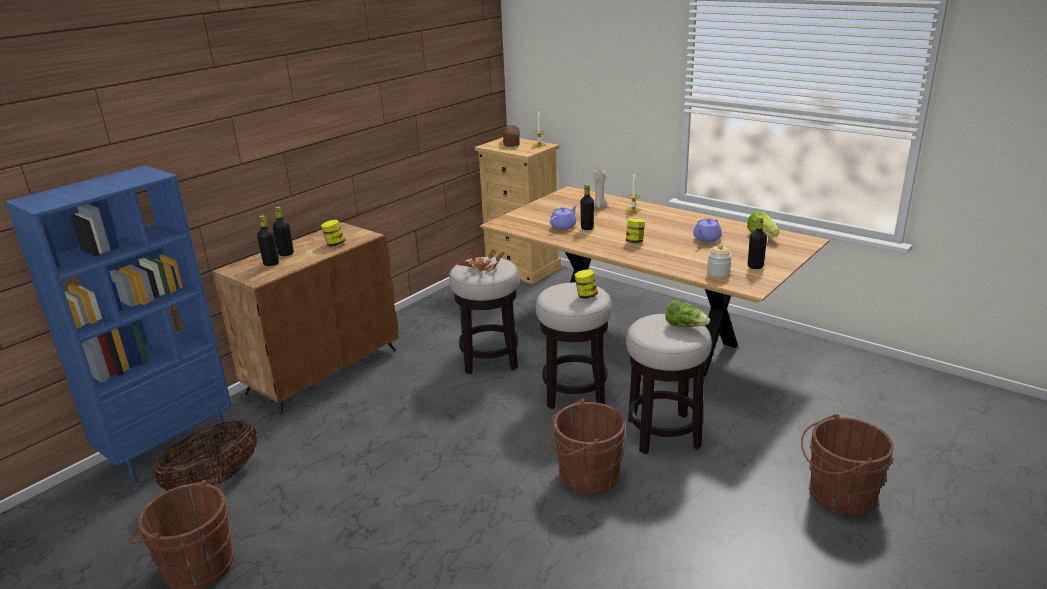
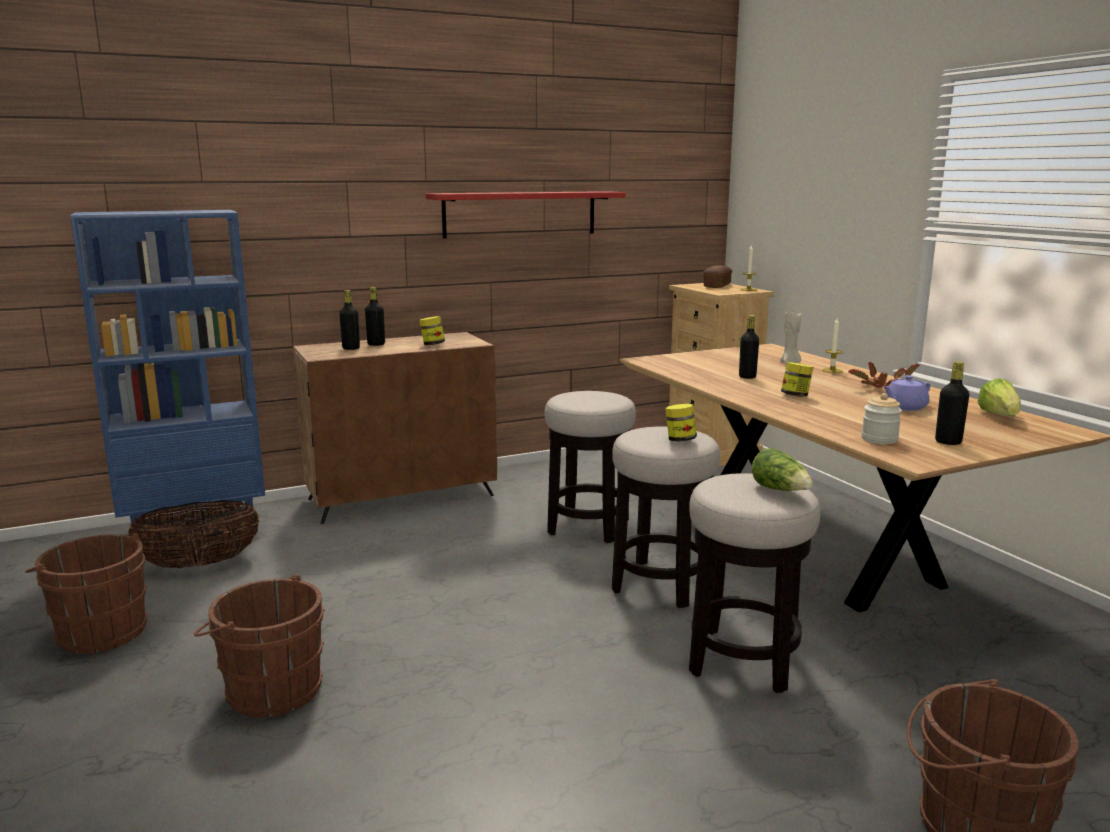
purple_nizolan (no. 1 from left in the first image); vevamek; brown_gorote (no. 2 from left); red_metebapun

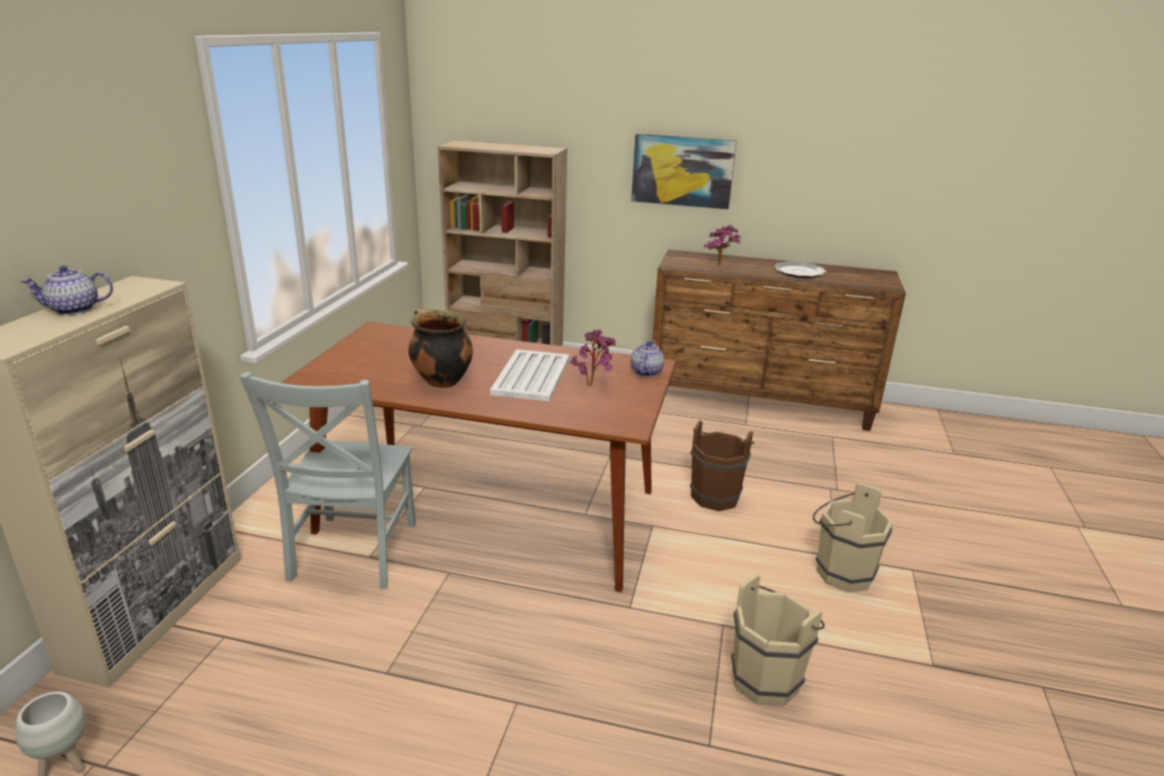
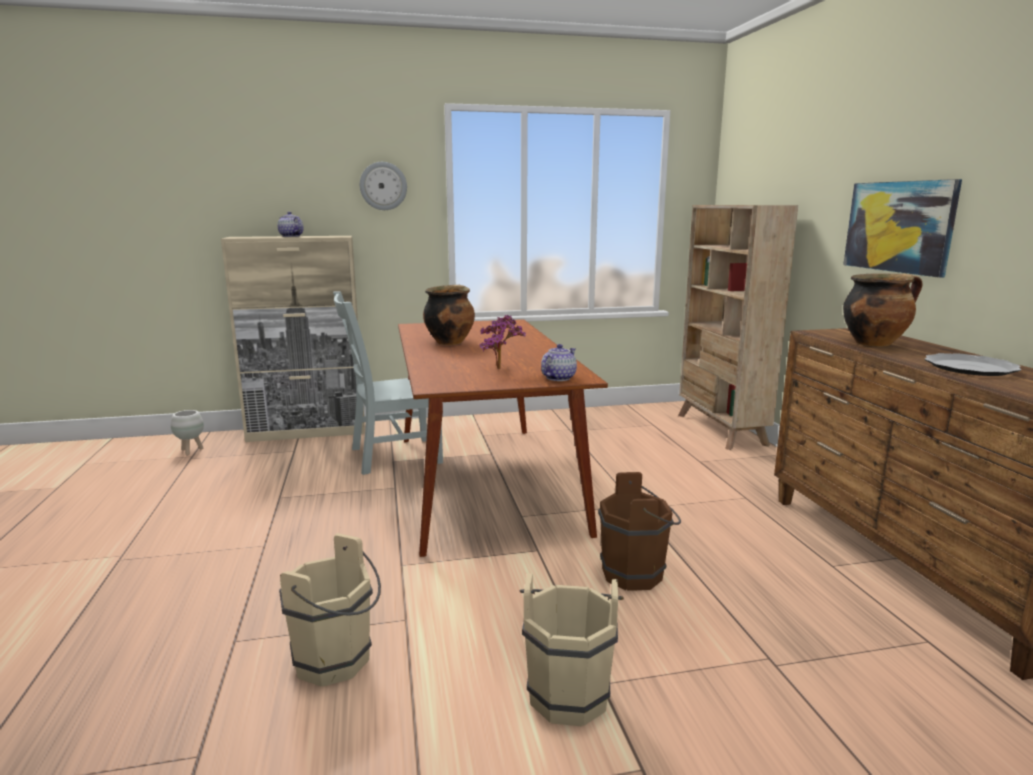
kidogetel (no. 2 from left); nizolan (no. 2 from left); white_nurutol; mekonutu

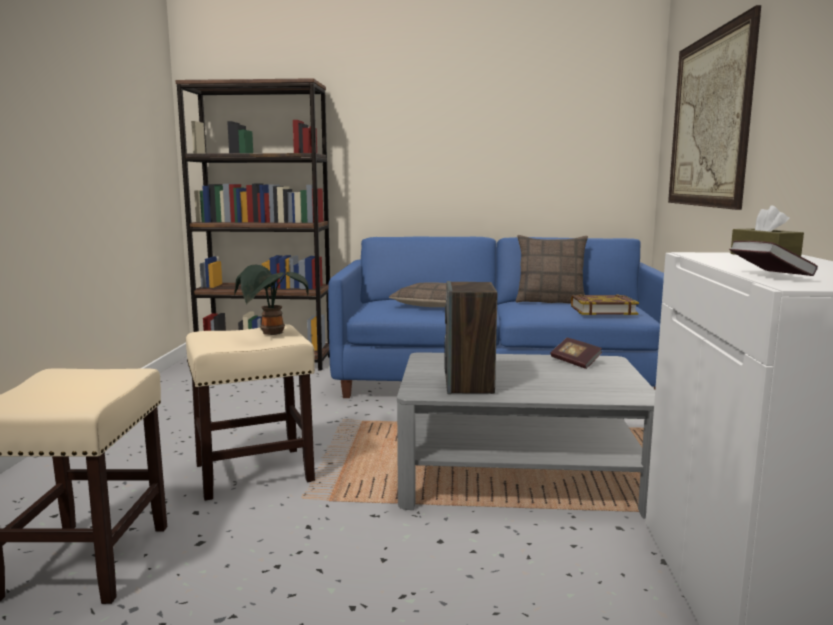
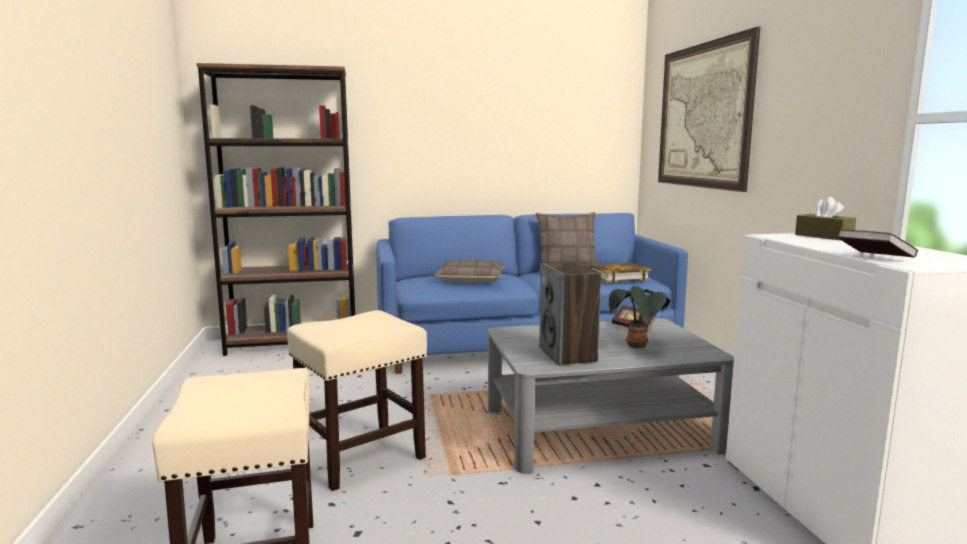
vevamek

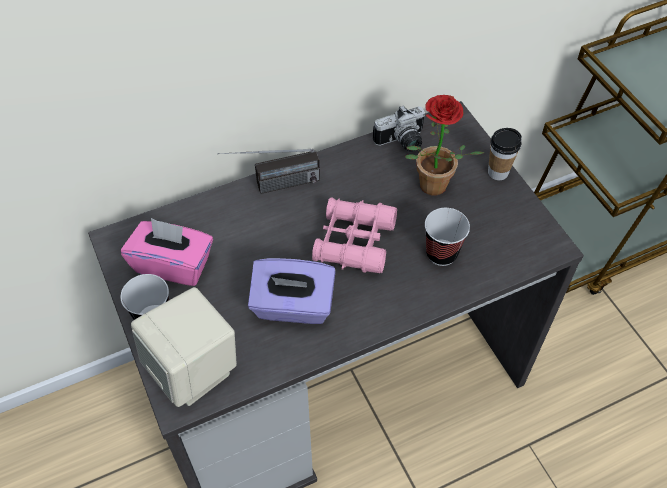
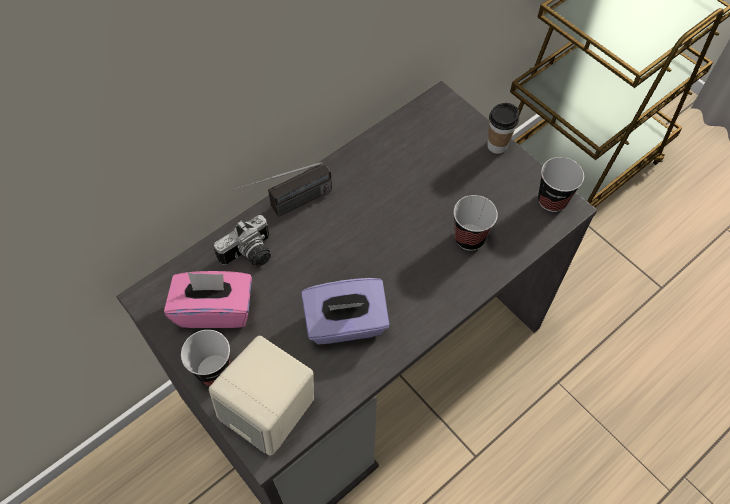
vevamek; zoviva; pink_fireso; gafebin (no. 4 from left)

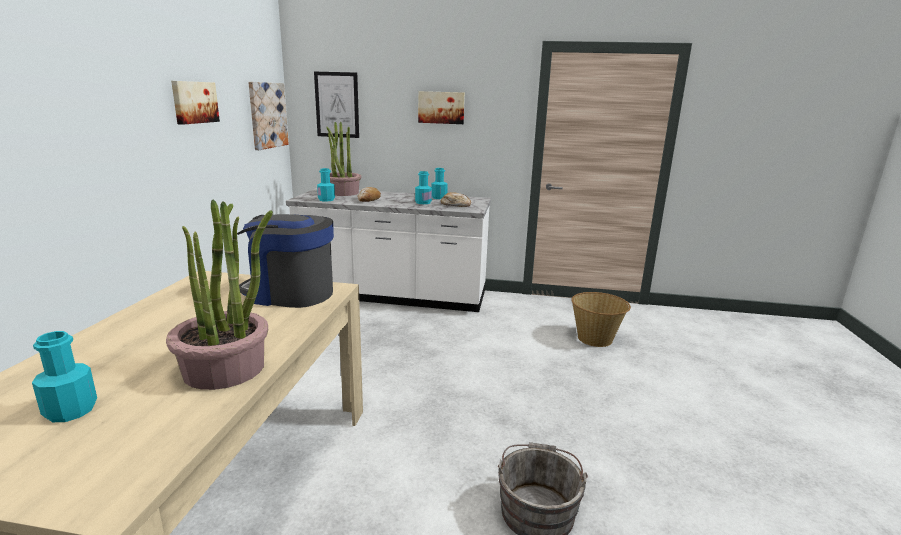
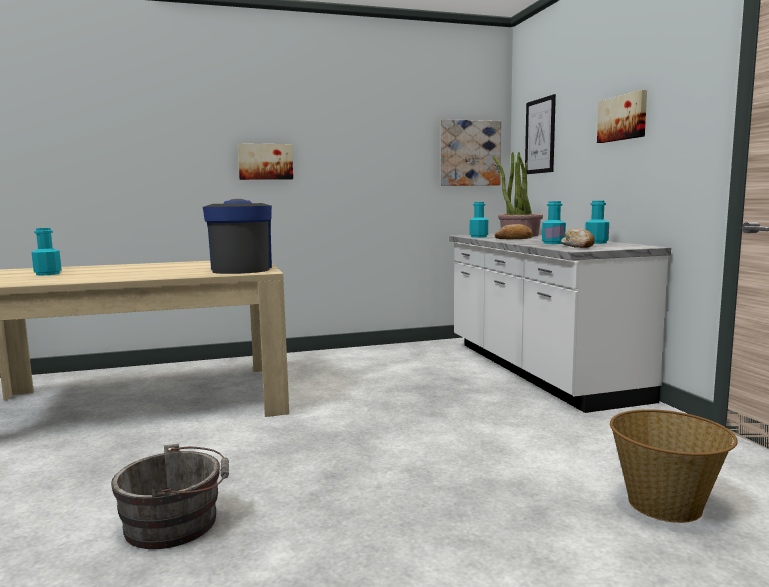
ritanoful (no. 1 from left); vevamek (no. 1 from left in the first image)

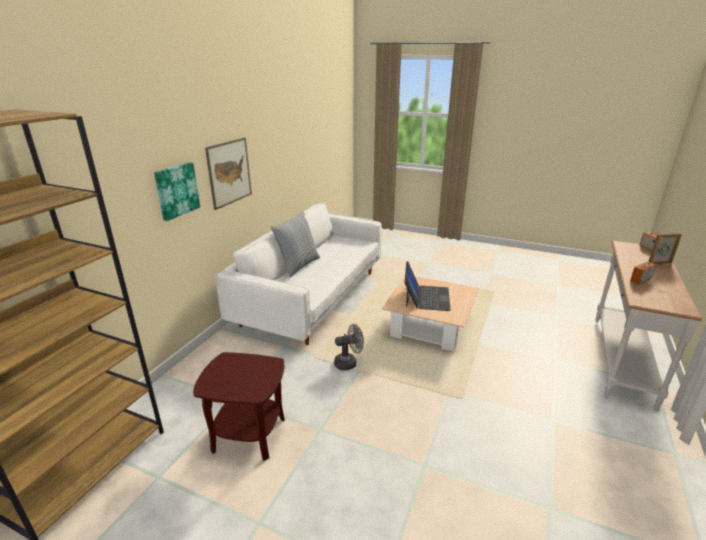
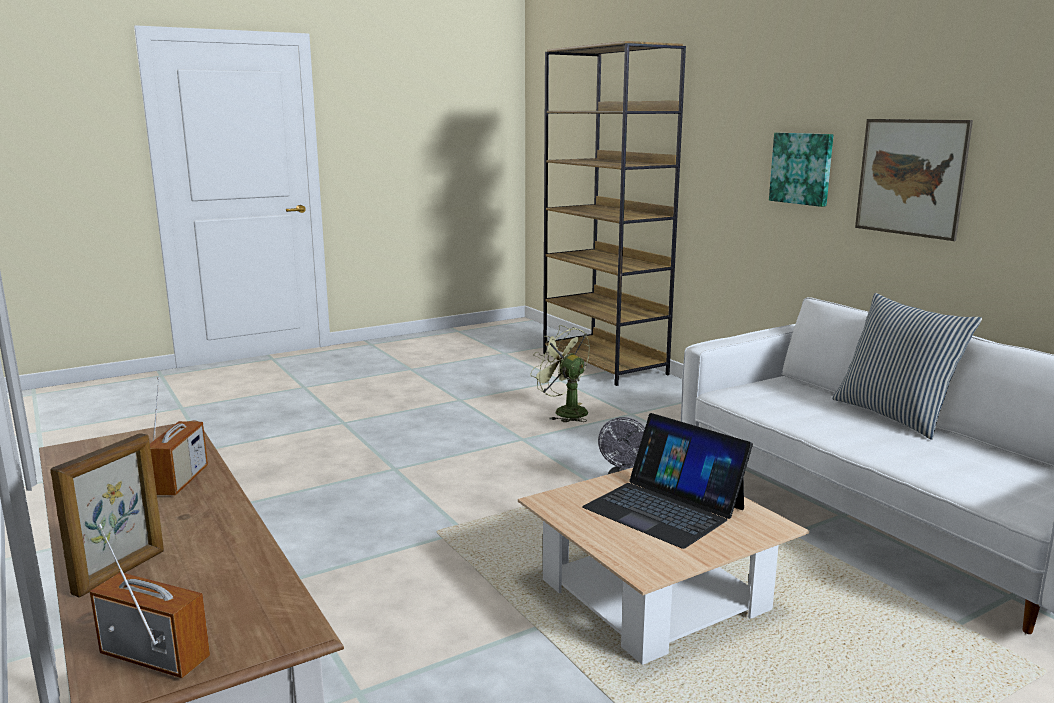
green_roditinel

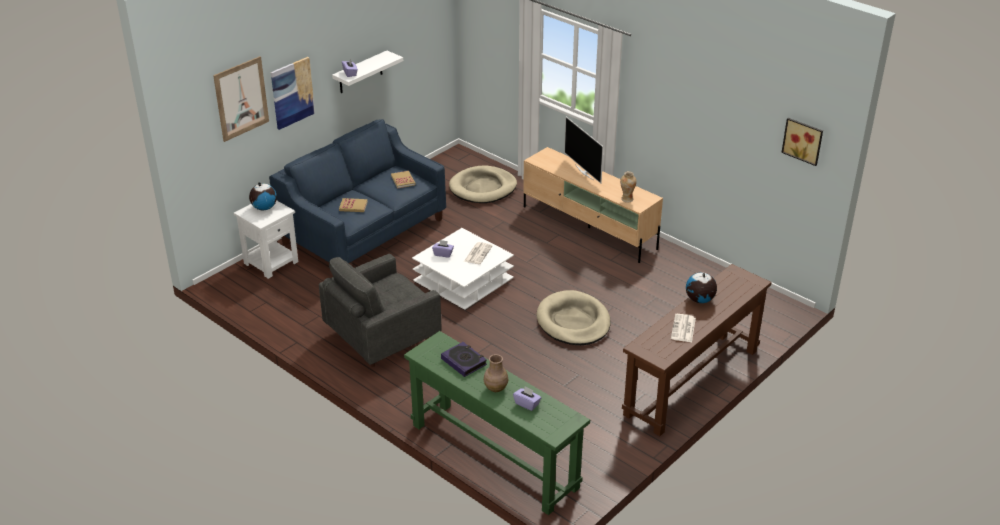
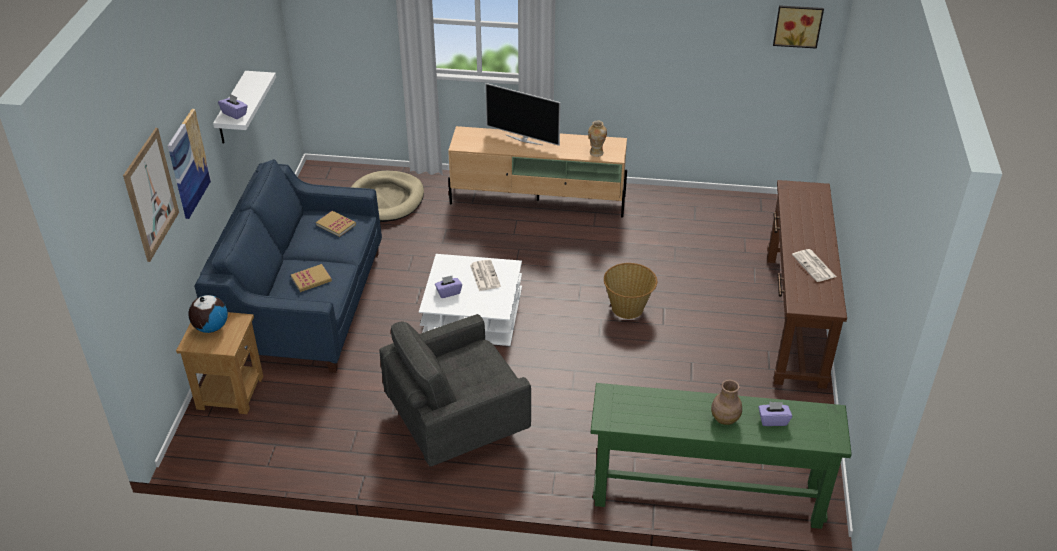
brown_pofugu; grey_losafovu; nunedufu (no. 2 from left in the first image); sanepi; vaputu (no. 3 from left in the first image)

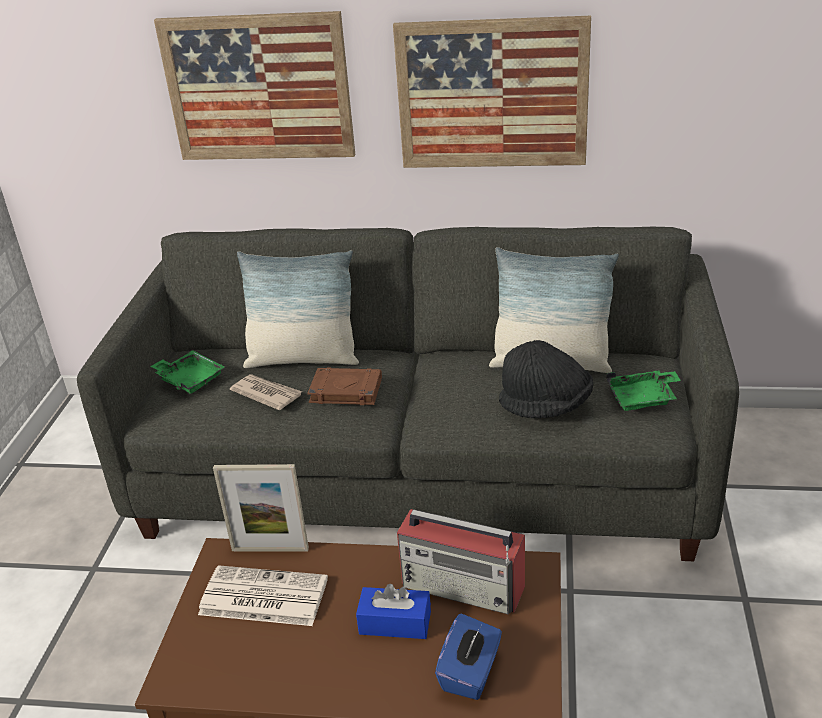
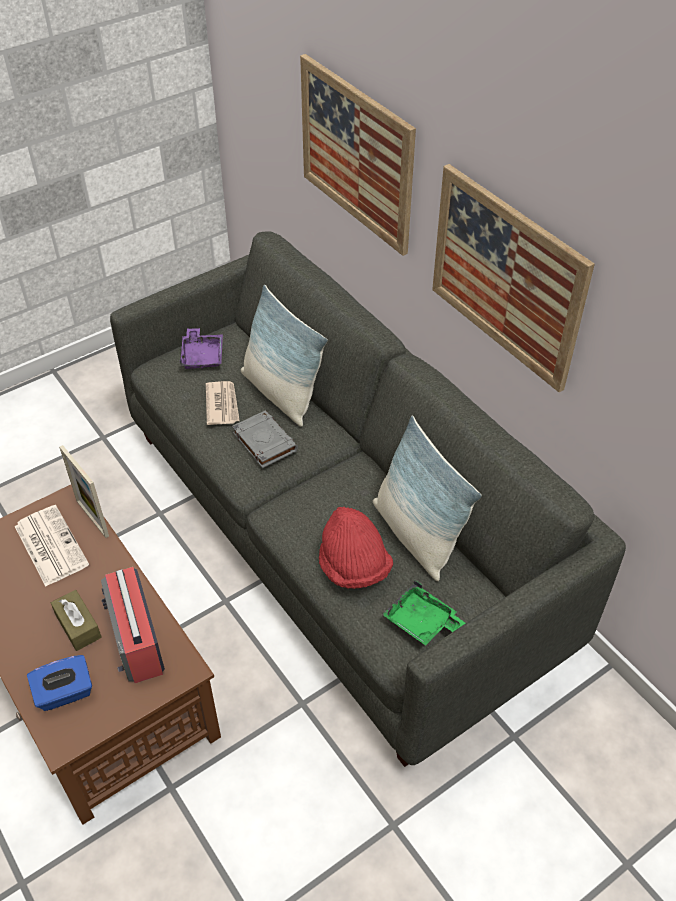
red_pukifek; purple_nurutol; grey_vaputu; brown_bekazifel

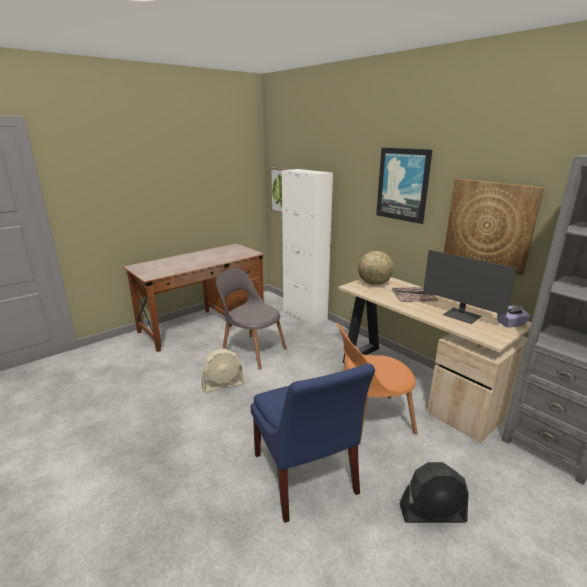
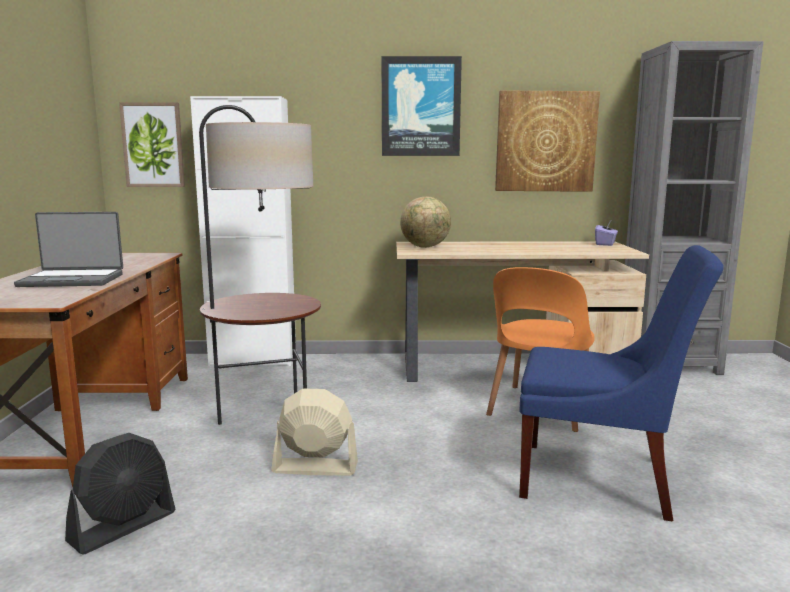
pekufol; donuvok; vaputu; beige_roditinel; black_roditinel; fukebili

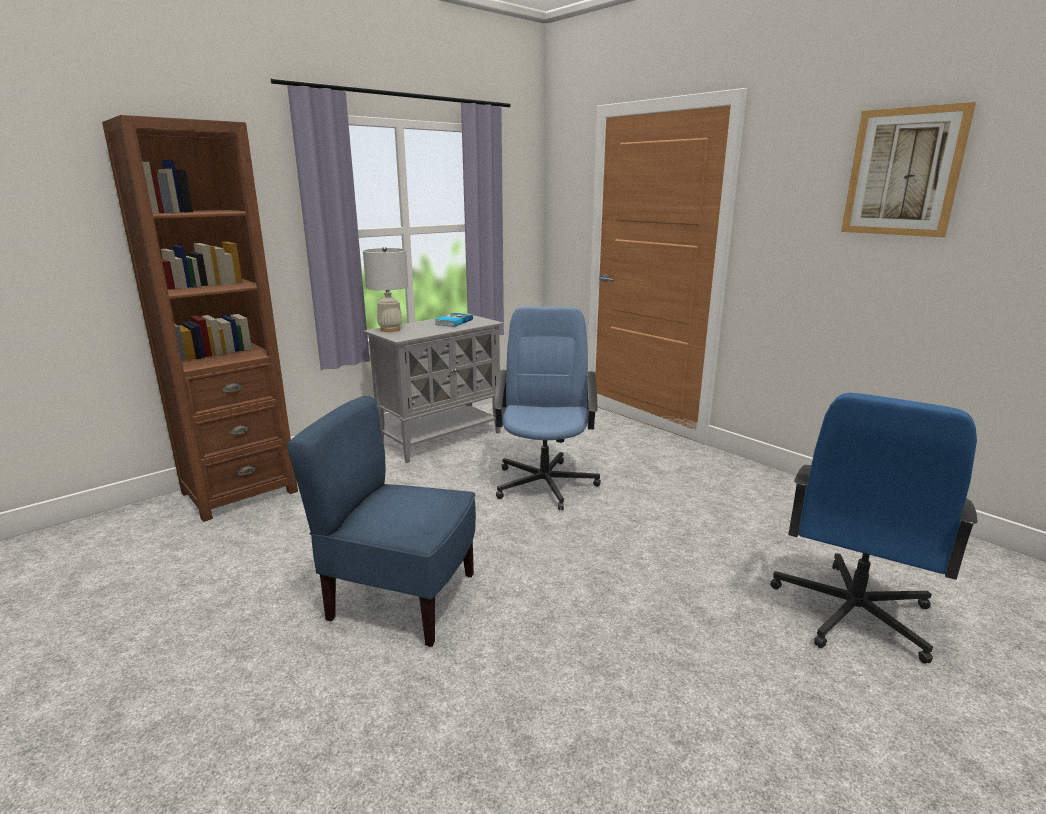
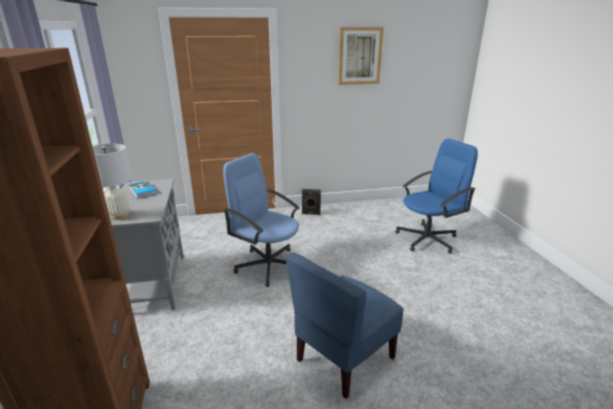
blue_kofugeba (no. 2 from left); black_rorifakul

